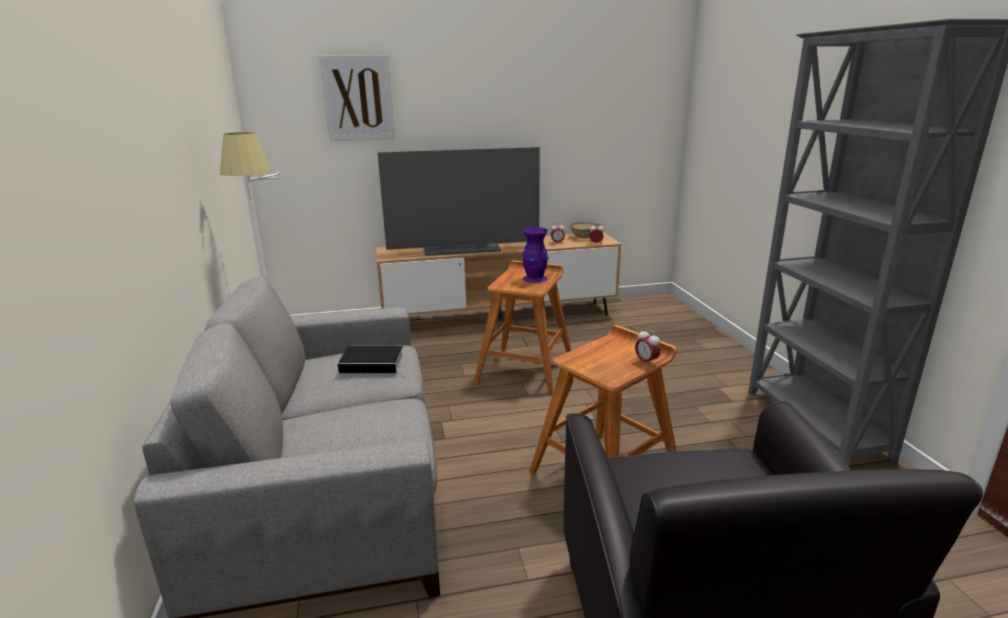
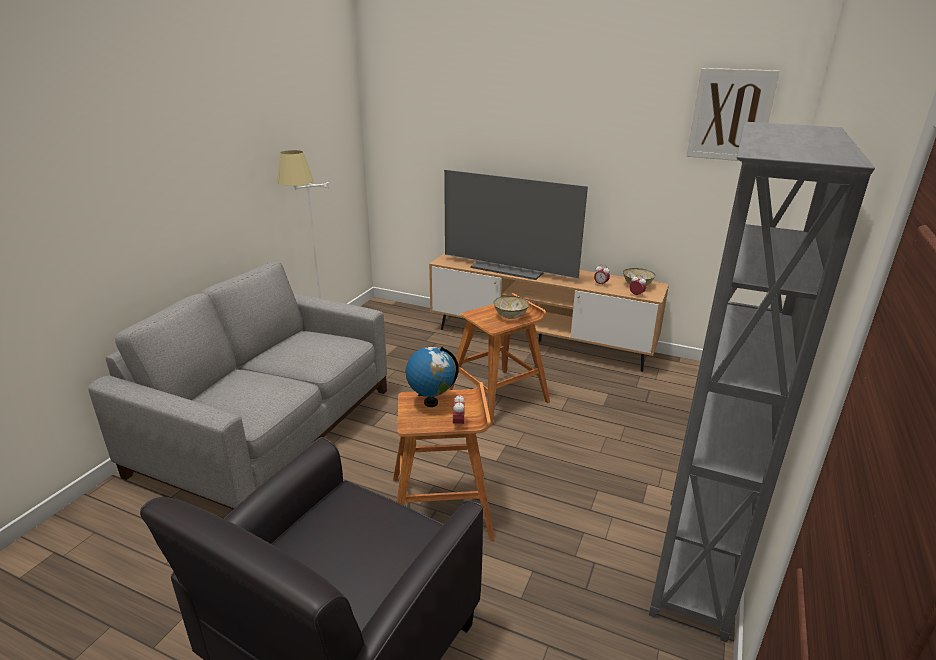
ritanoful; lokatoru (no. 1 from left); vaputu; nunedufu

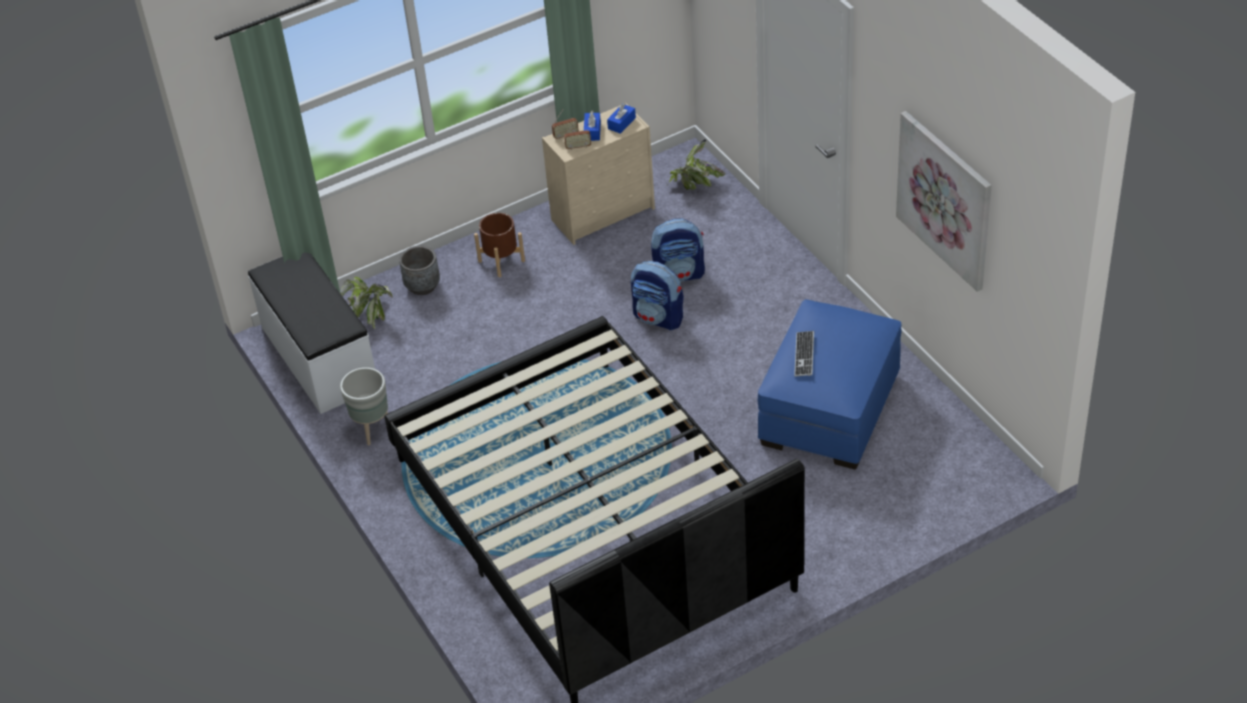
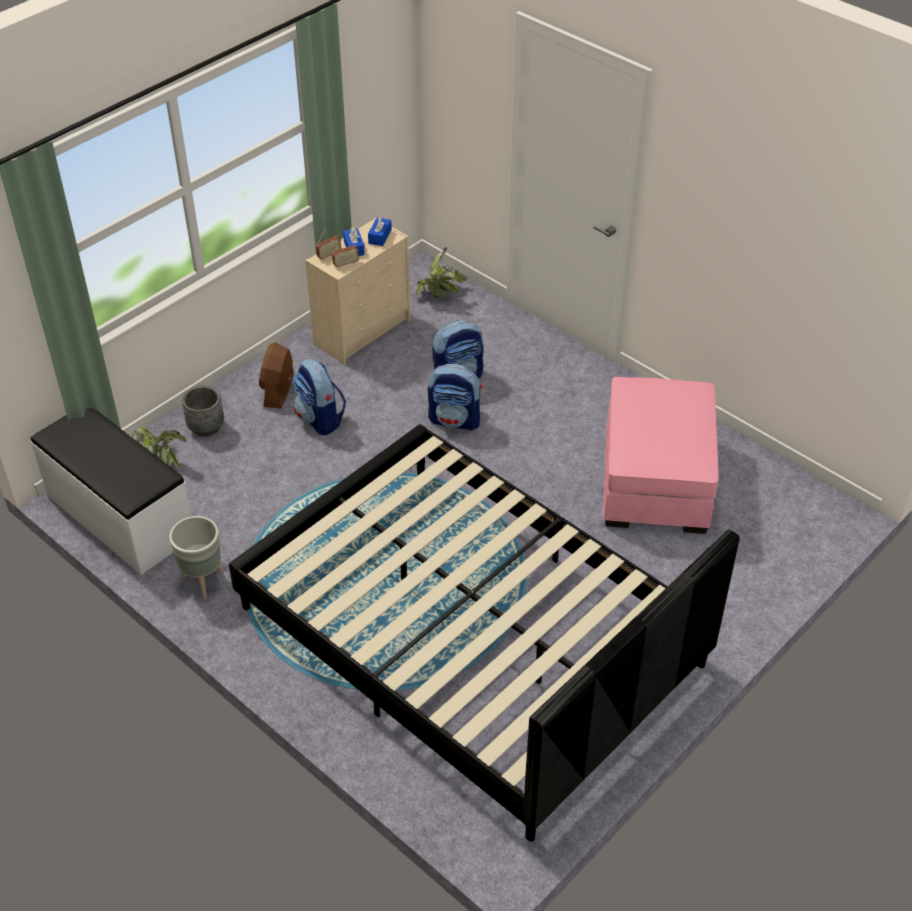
ritanoful; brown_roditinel; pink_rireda; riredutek; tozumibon (no. 1 from left)

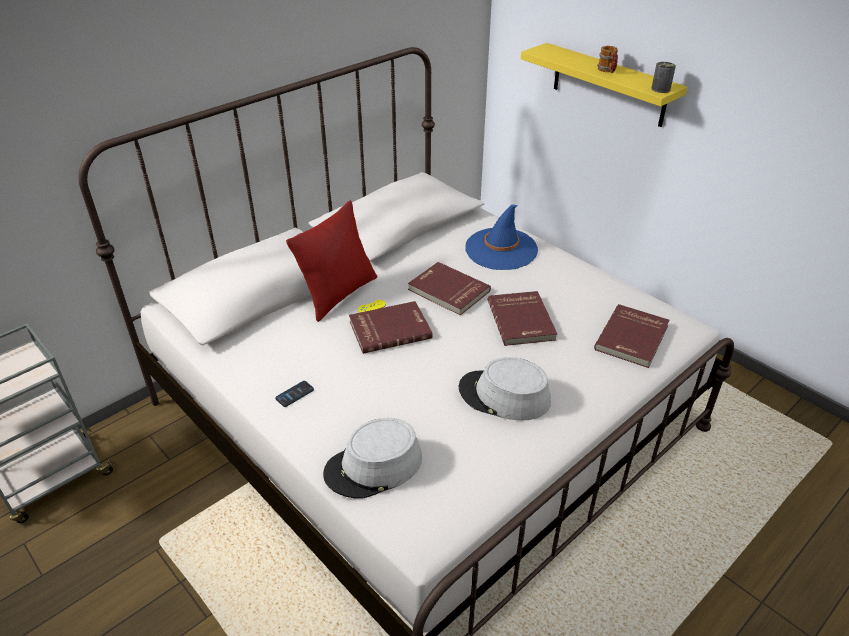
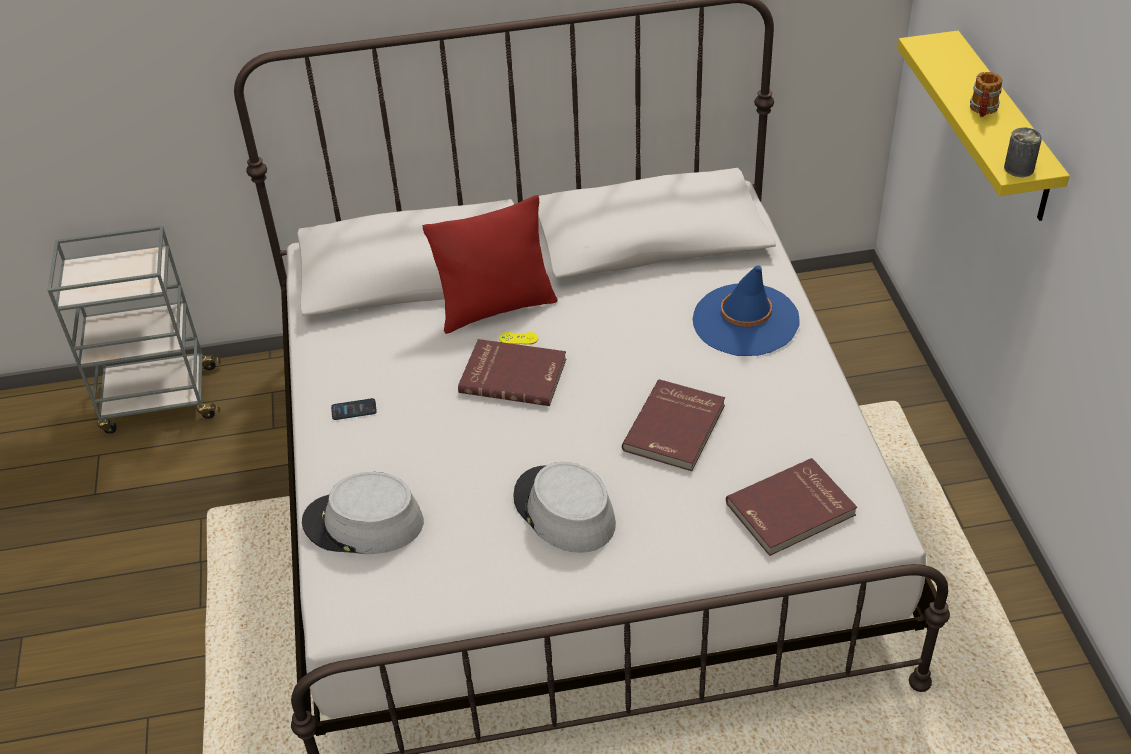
red_vaputu (no. 2 from left in the first image)

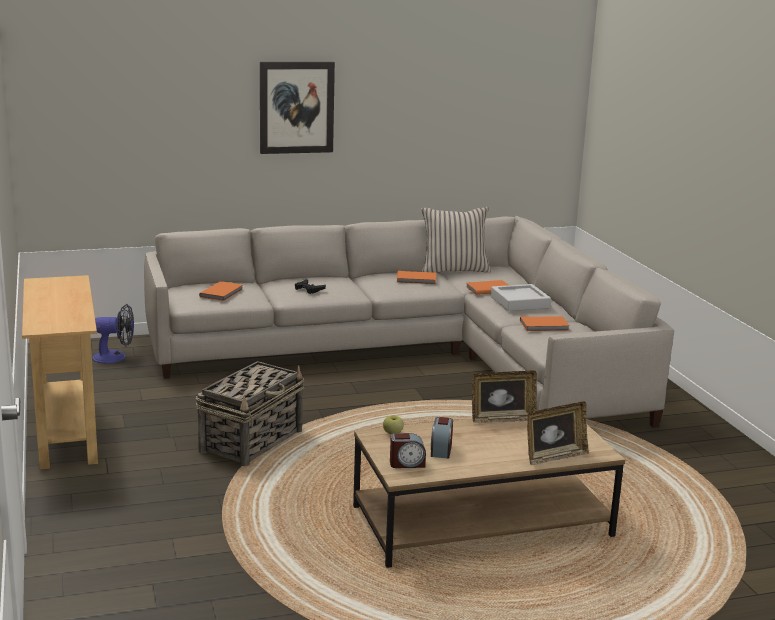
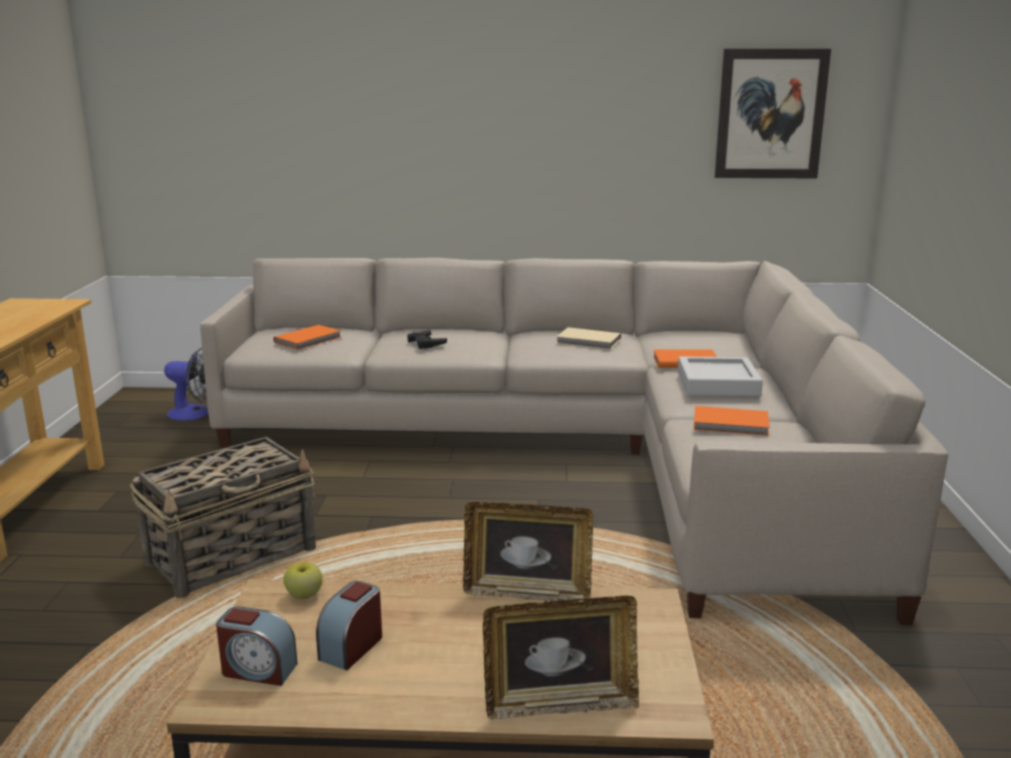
ritanoful; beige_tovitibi; beige_vaputu

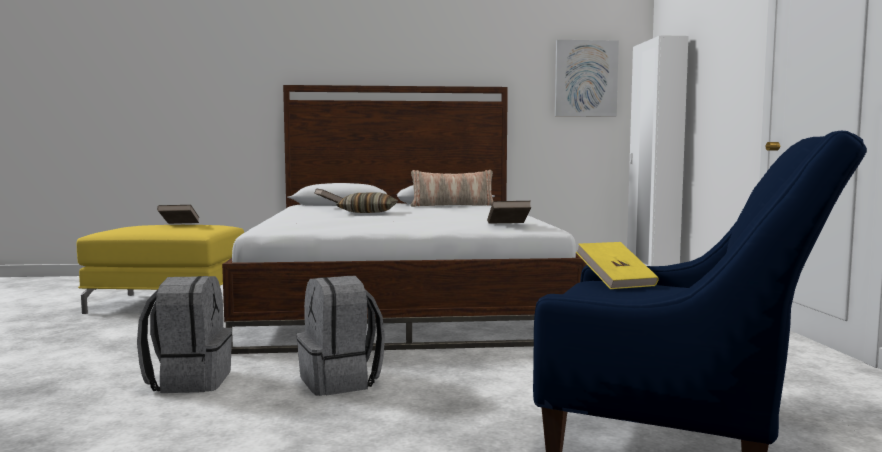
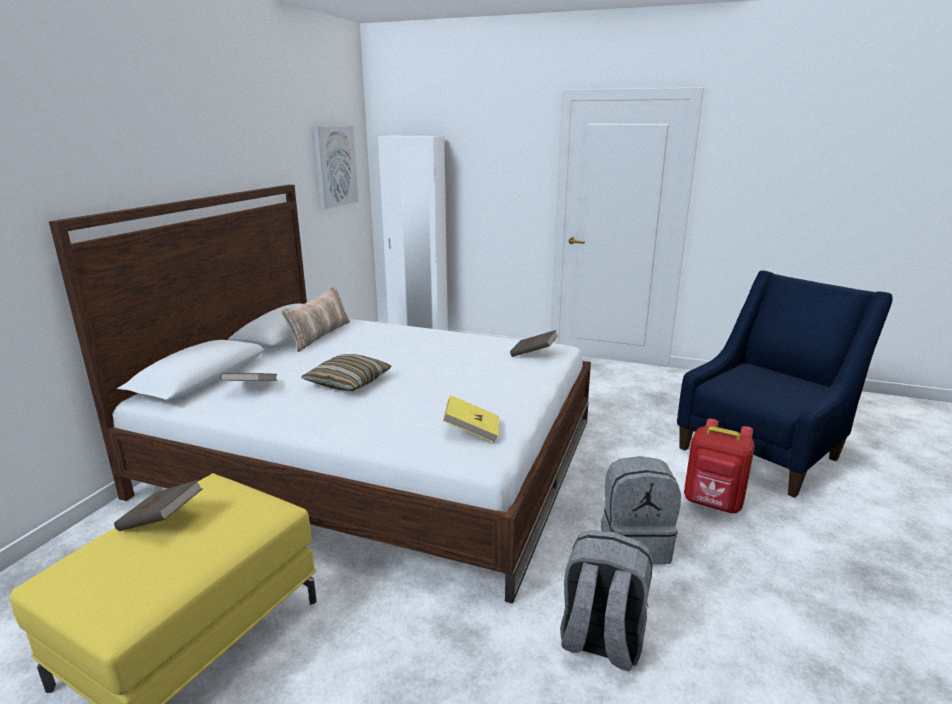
yellow_vaputu; red_tozumibon

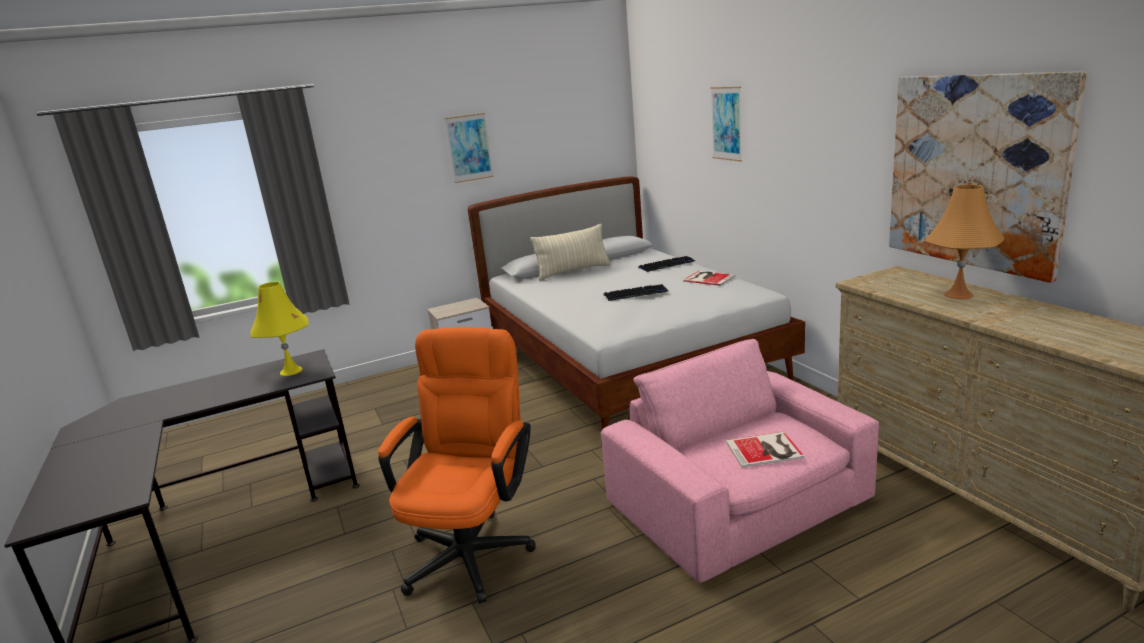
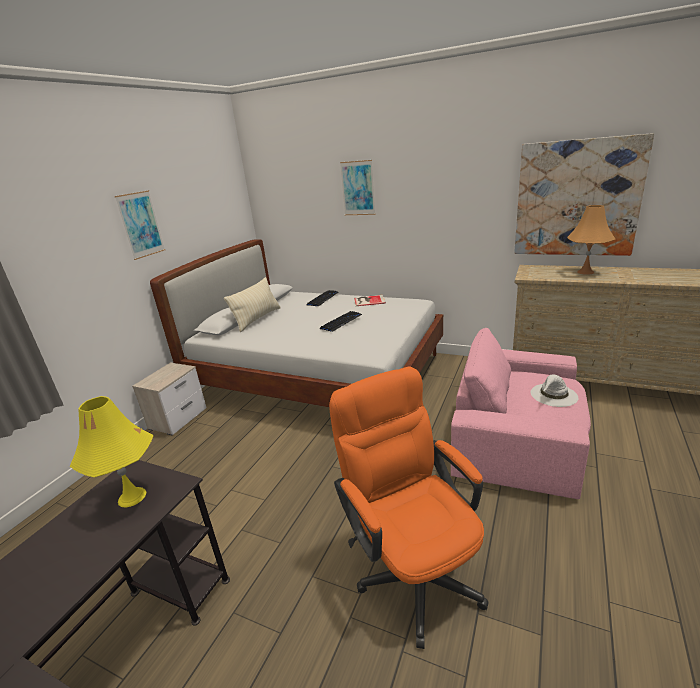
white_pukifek

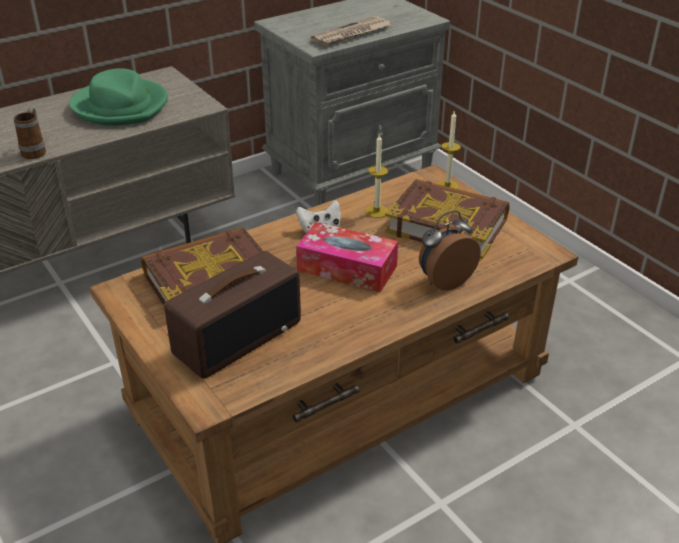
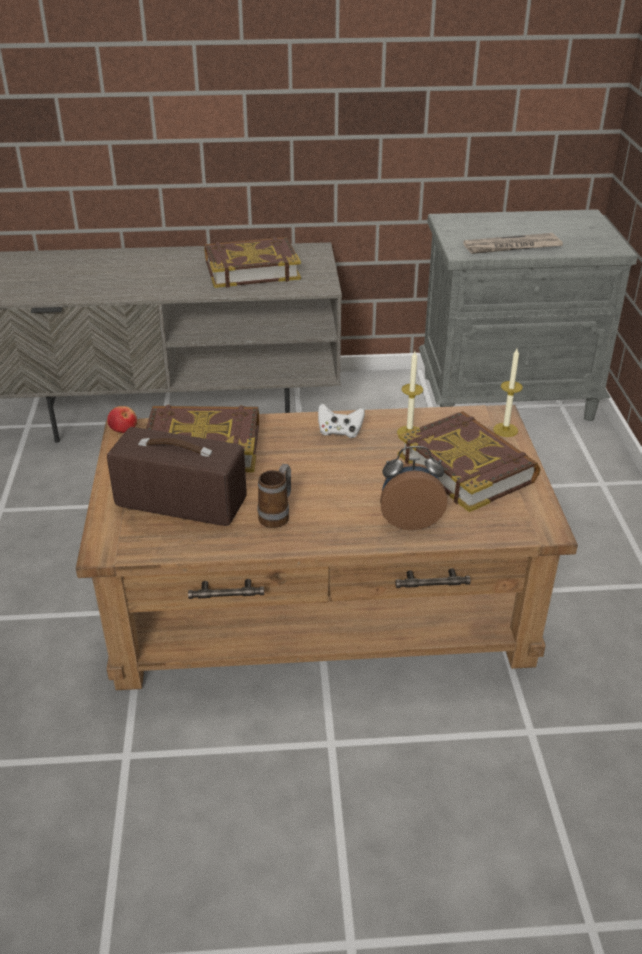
vaputu (no. 2 from left); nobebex; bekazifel; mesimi; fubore

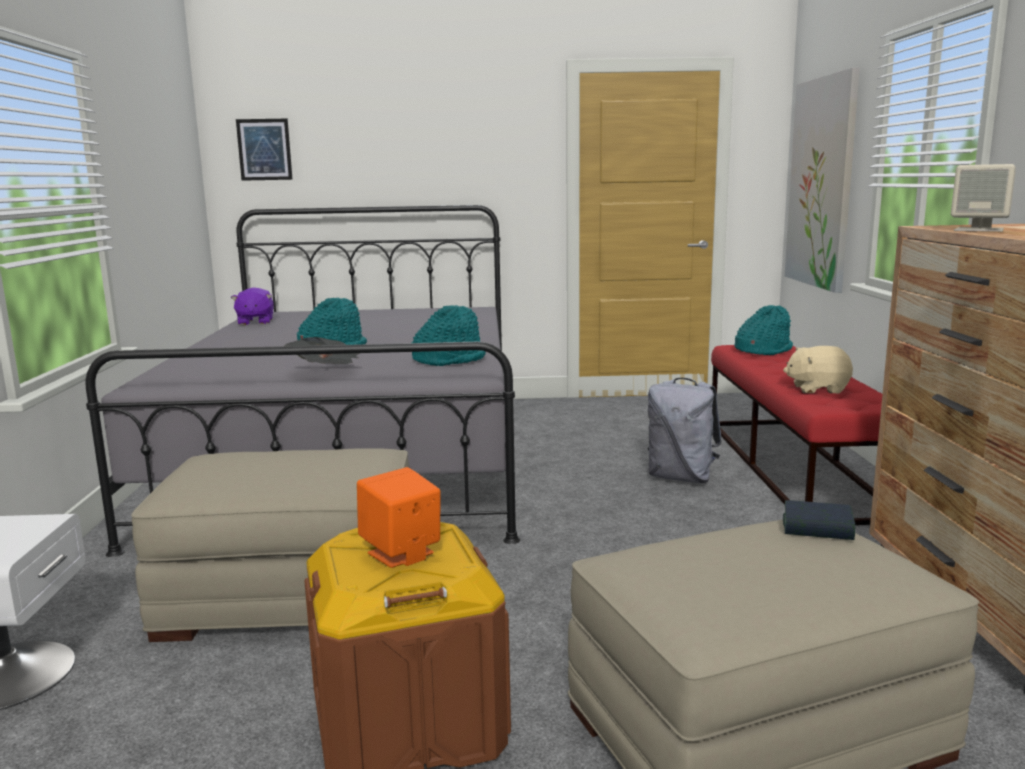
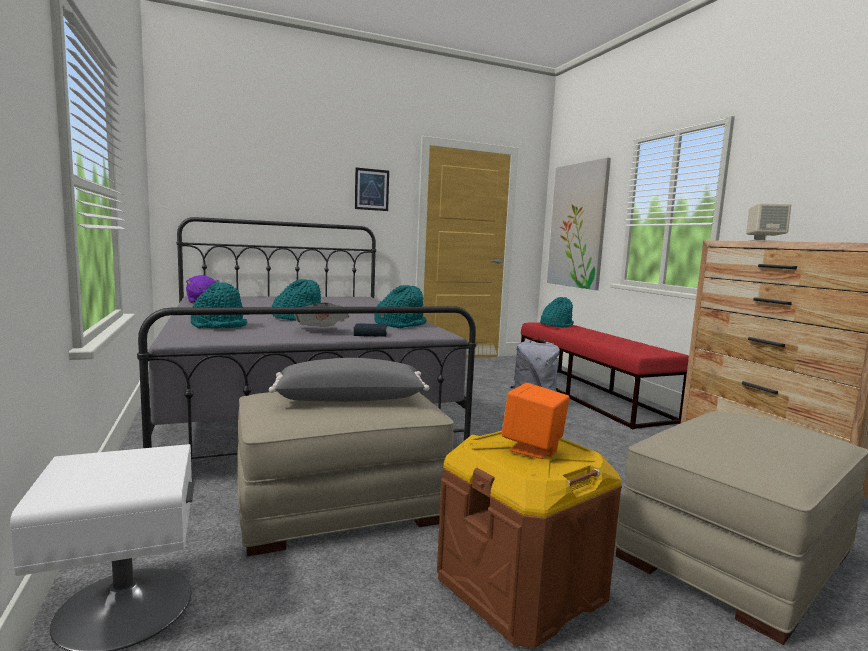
ritanoful (no. 1 from left); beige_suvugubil; vaputu; turquoise_pukifek (no. 1 from left); grey_tovitibi

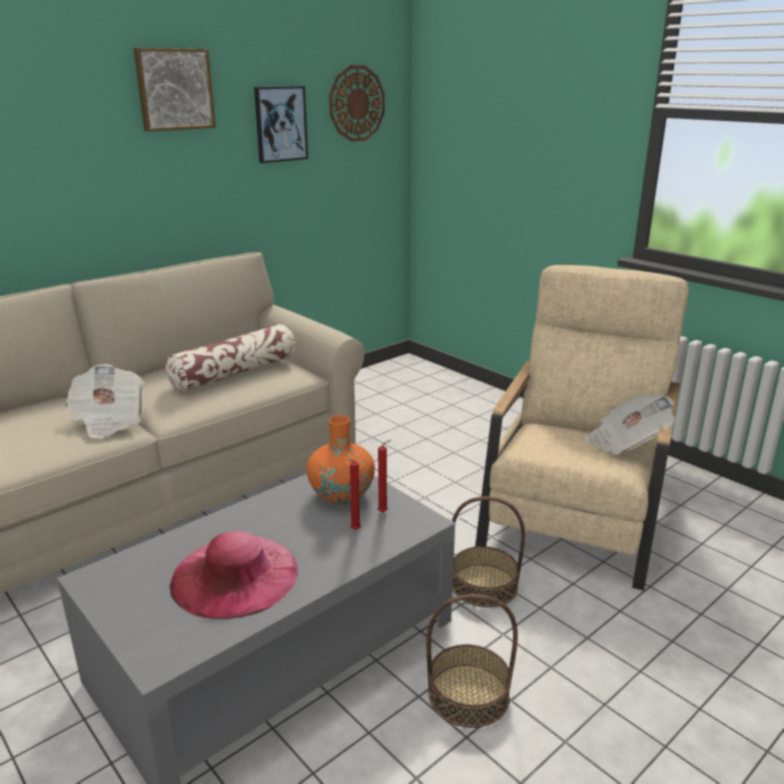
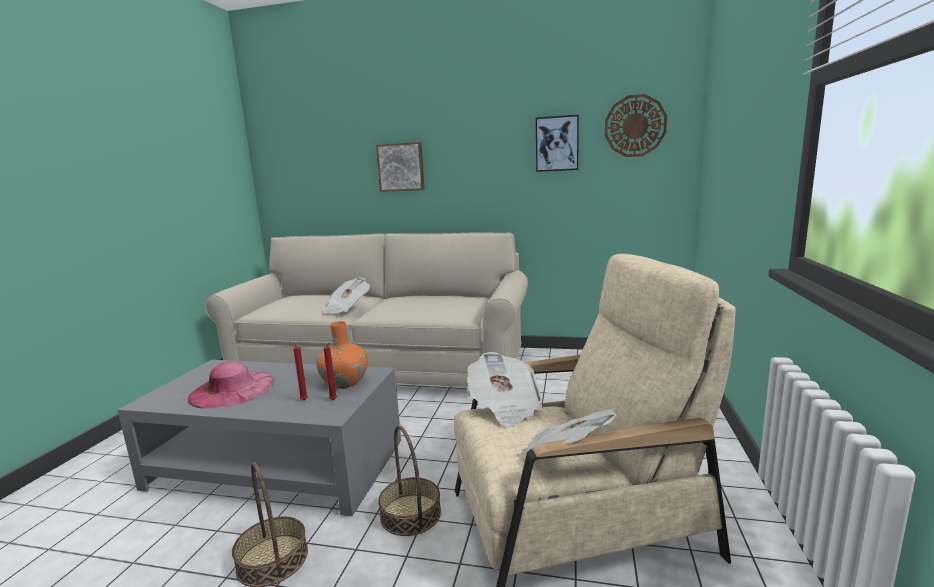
ritanoful (no. 1 from left); tovitibi; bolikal (no. 2 from left)

